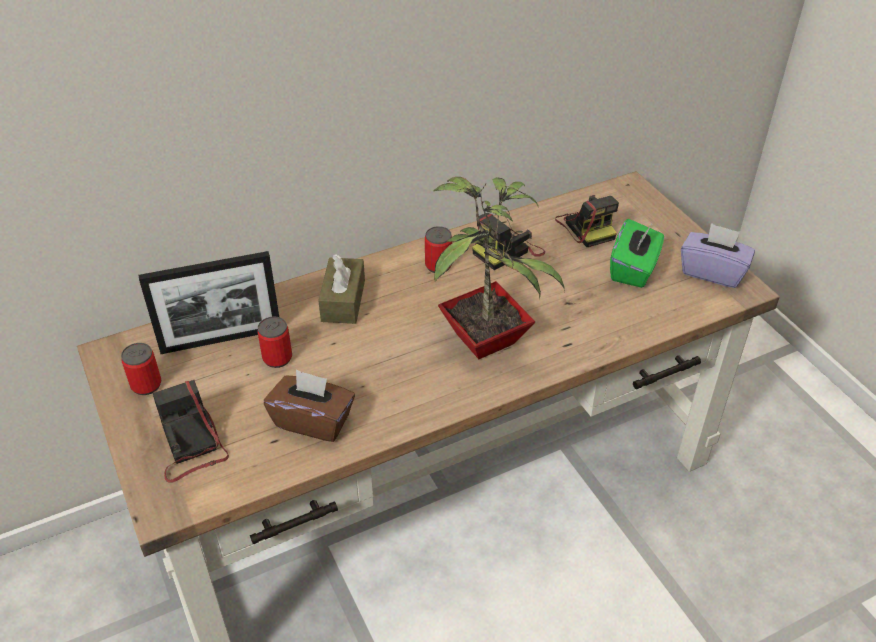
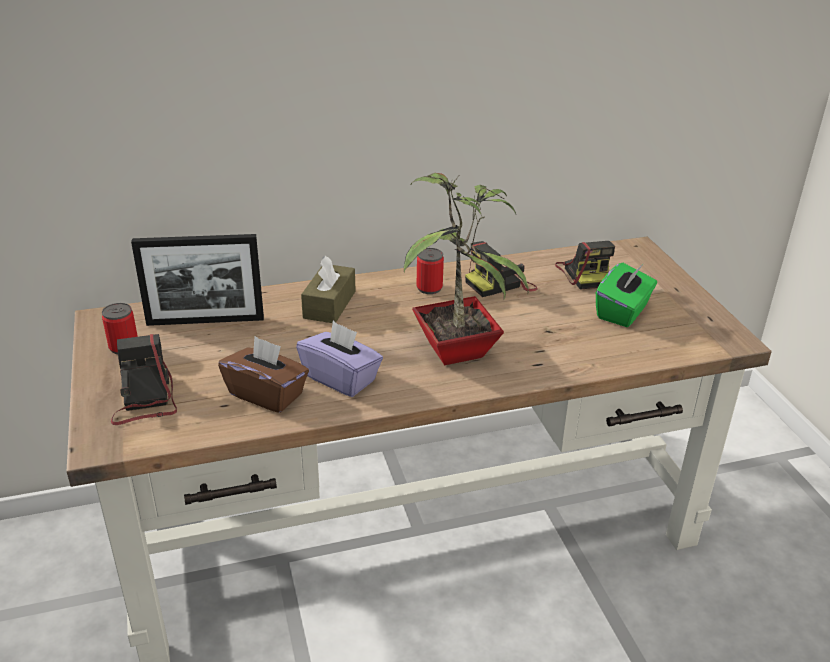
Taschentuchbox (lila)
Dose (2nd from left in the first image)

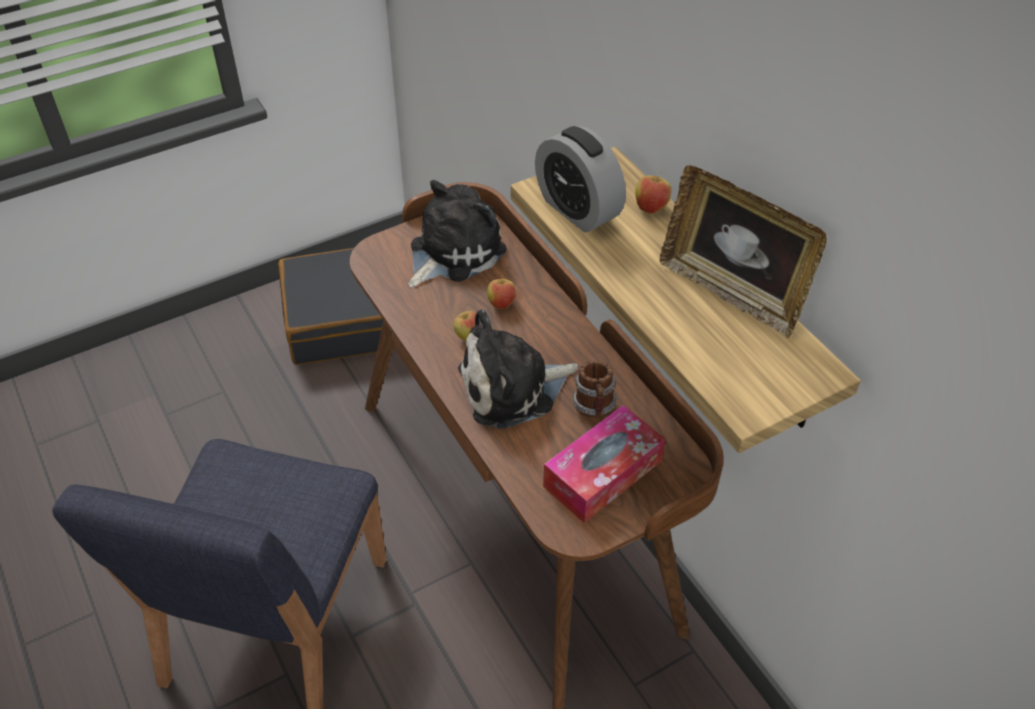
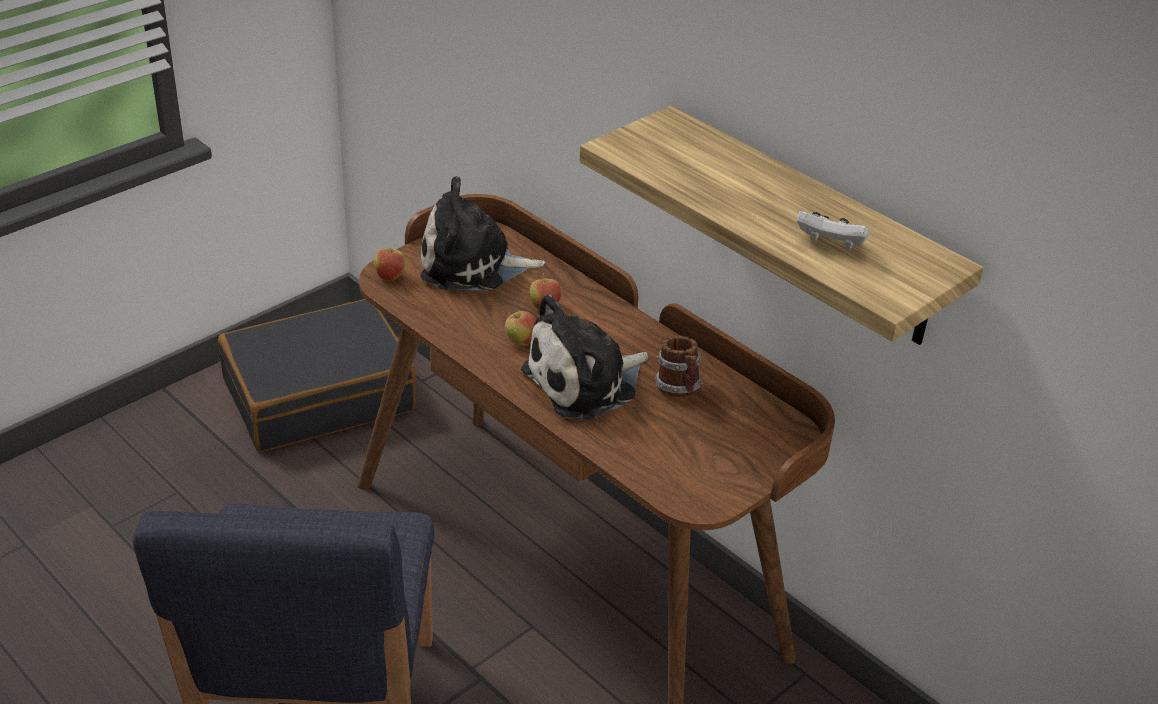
Wecker
Bilderrahmen
Apfel (1st from left)
Plüschtier (1st from left)
Taschentuchbox
Gamepad (weiß)

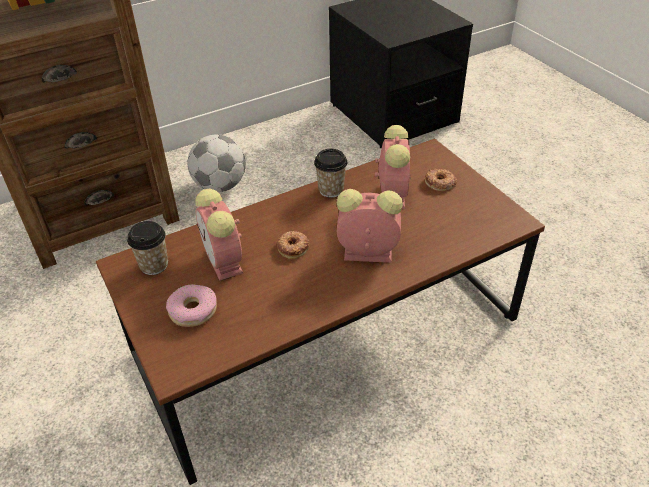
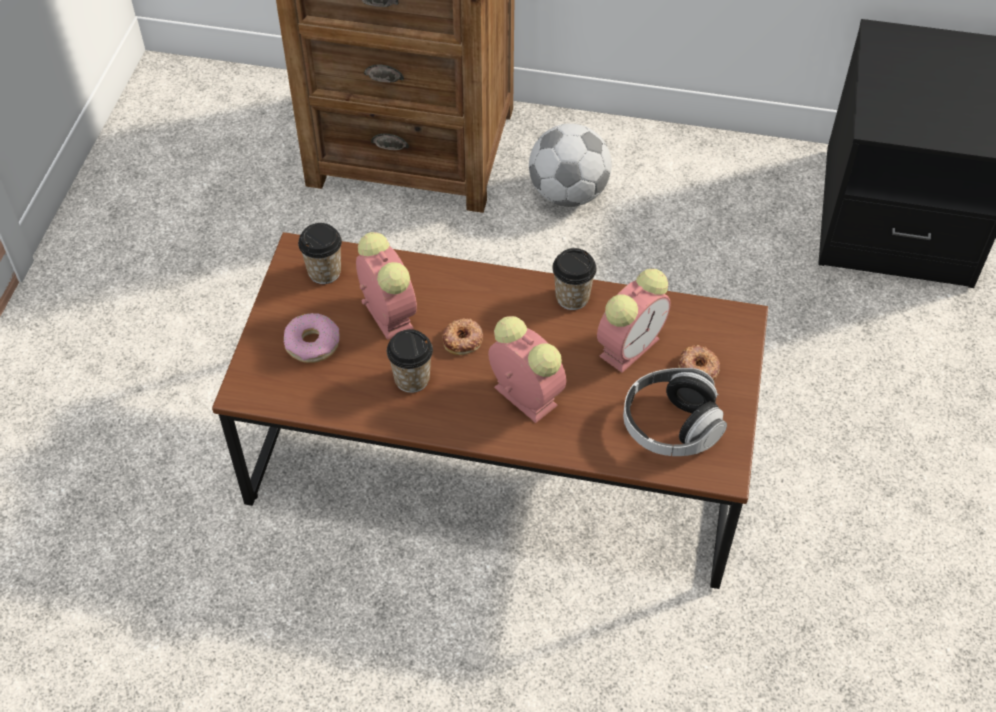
Wecker (1st from left)
Tasse (2nd from left)
Kopfhörer

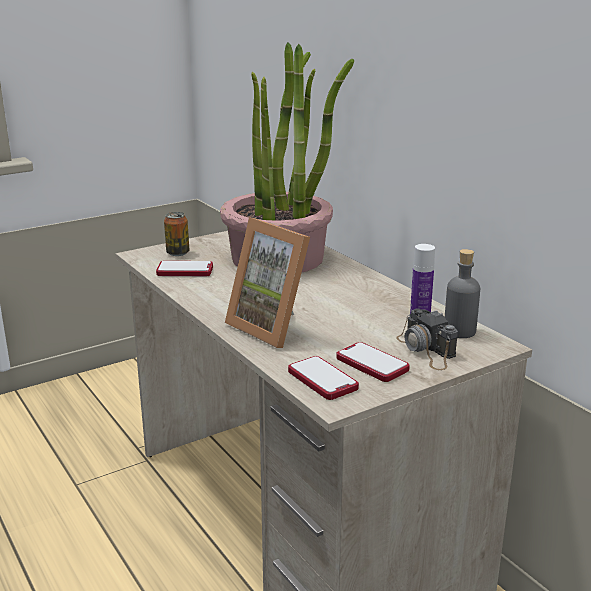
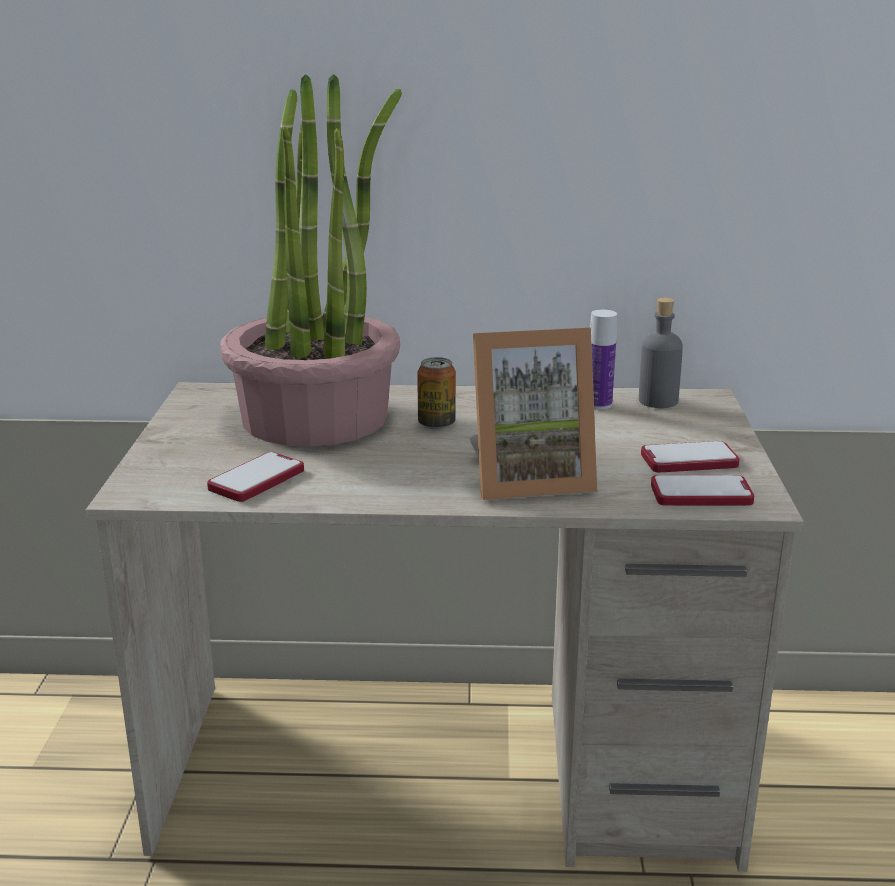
Dose
Kamera

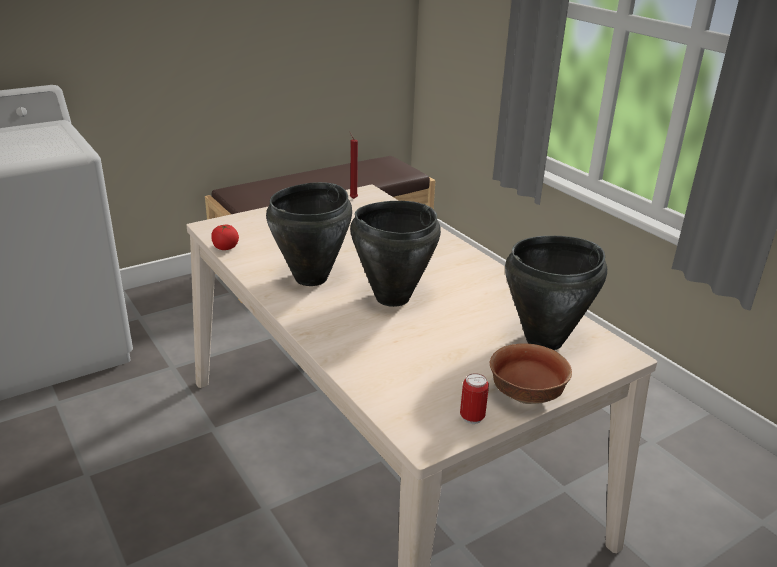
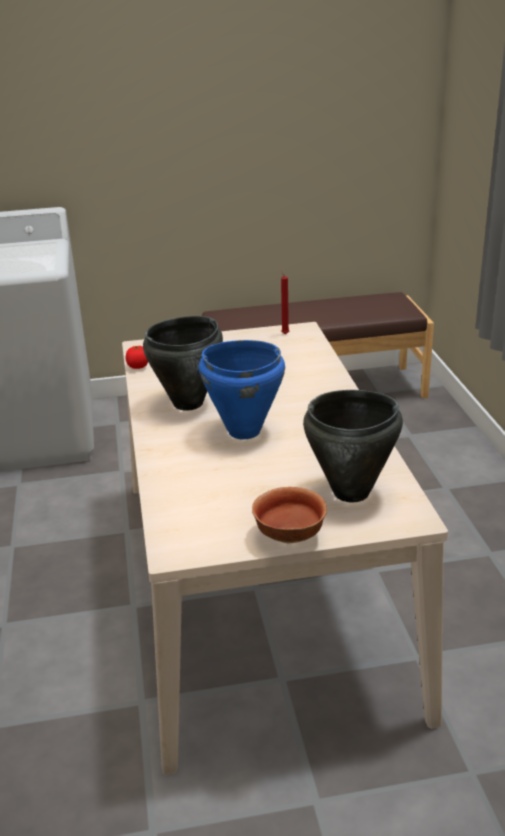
Kochtopf (blau)
Dose

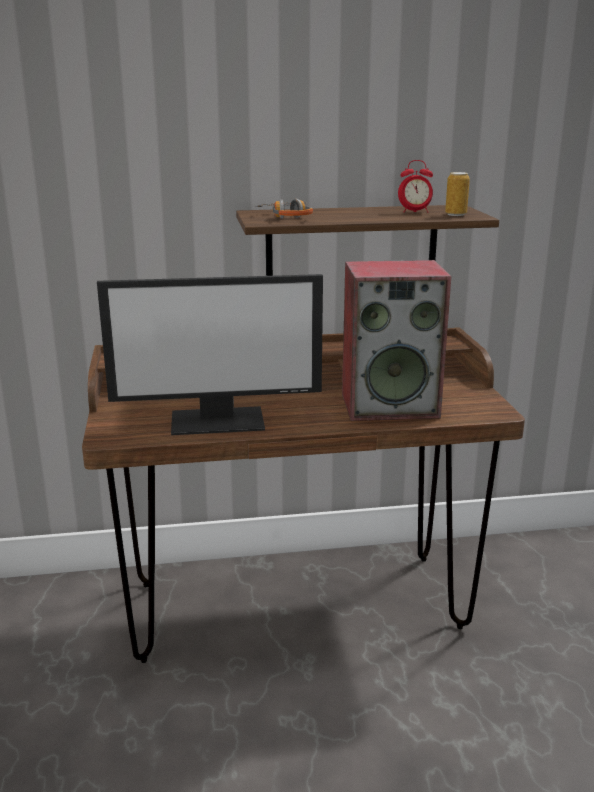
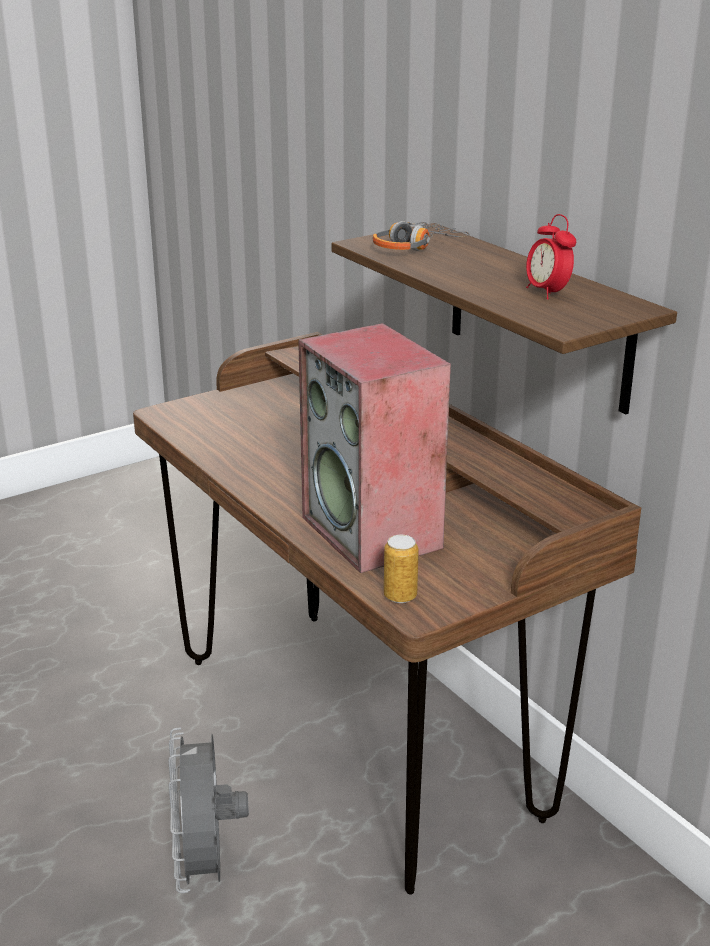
Dose
Monitor
Ventilator (grau)

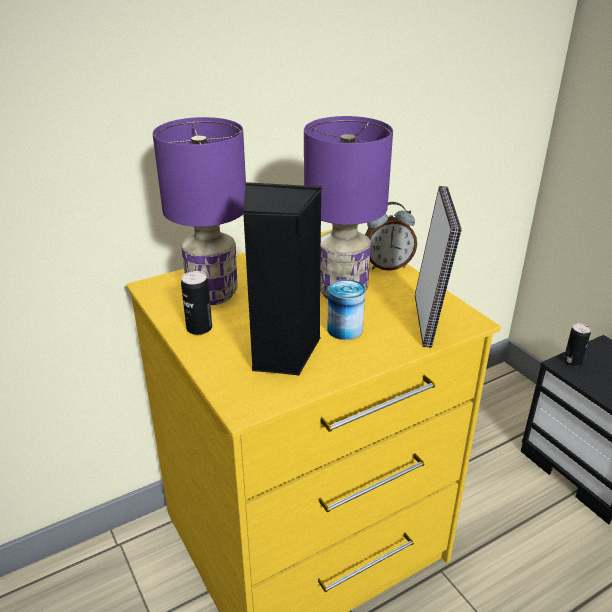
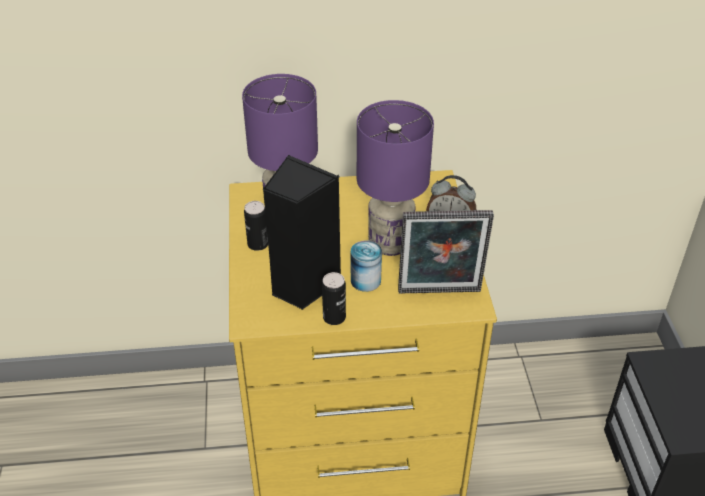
Bilderrahmen
Dose (2nd from left)

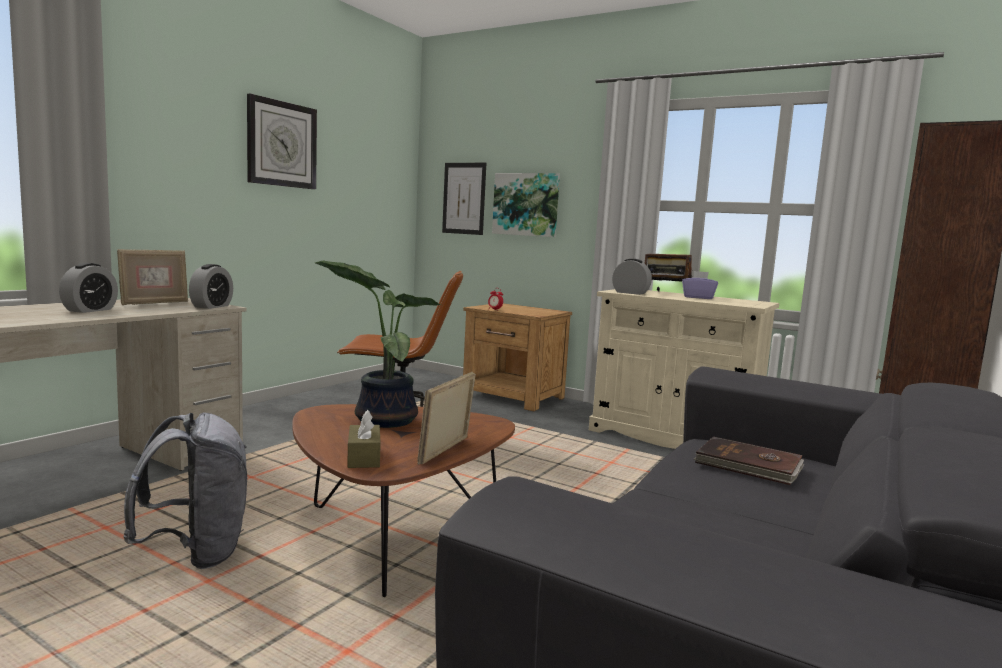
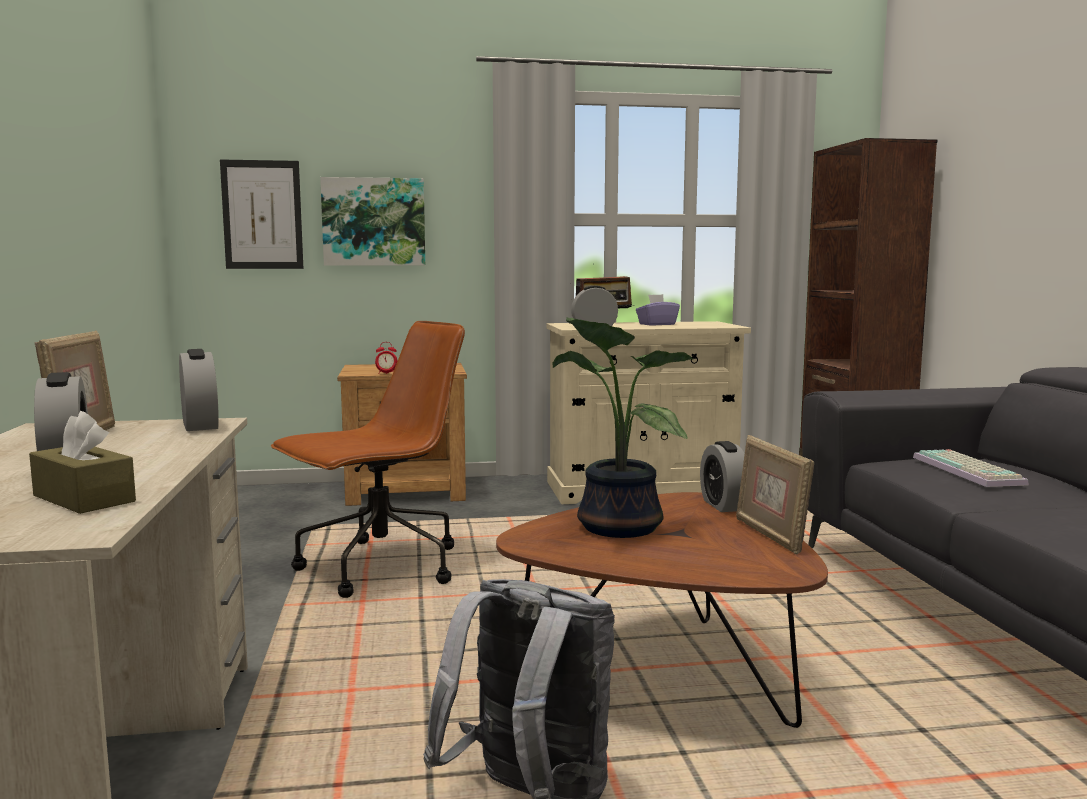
Wanduhr
Taschentuchbox (braun)
Tastatur
Wecker (5th from left)

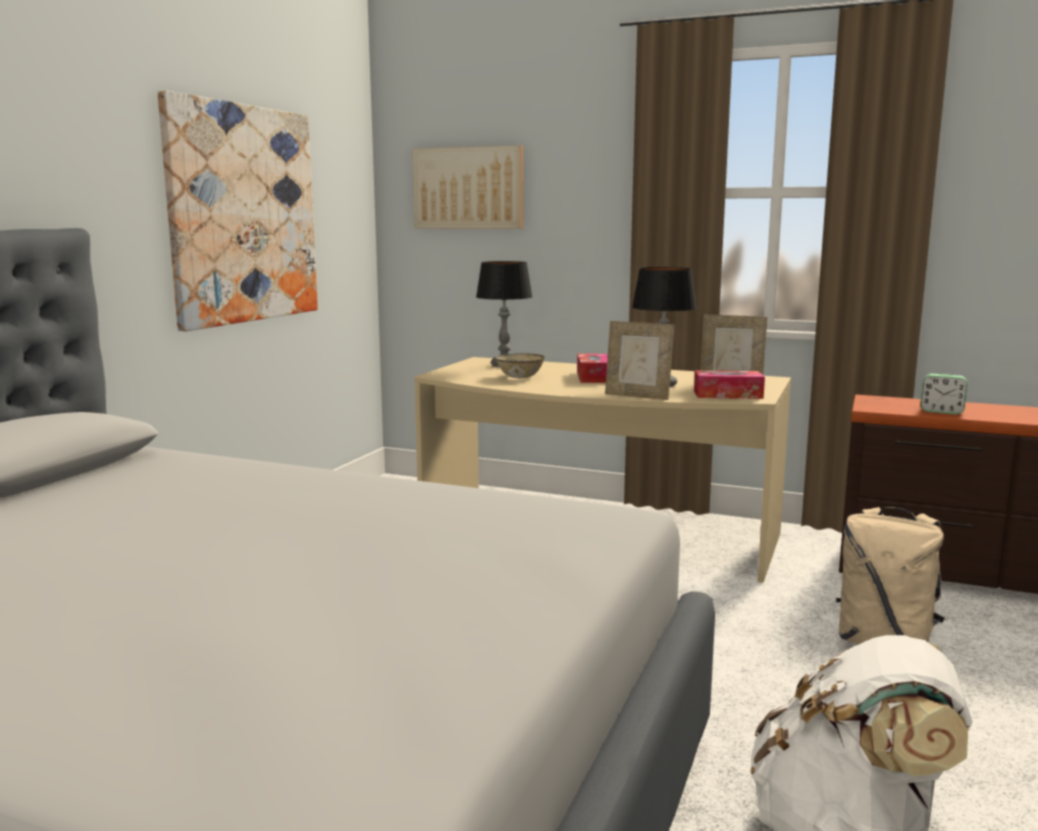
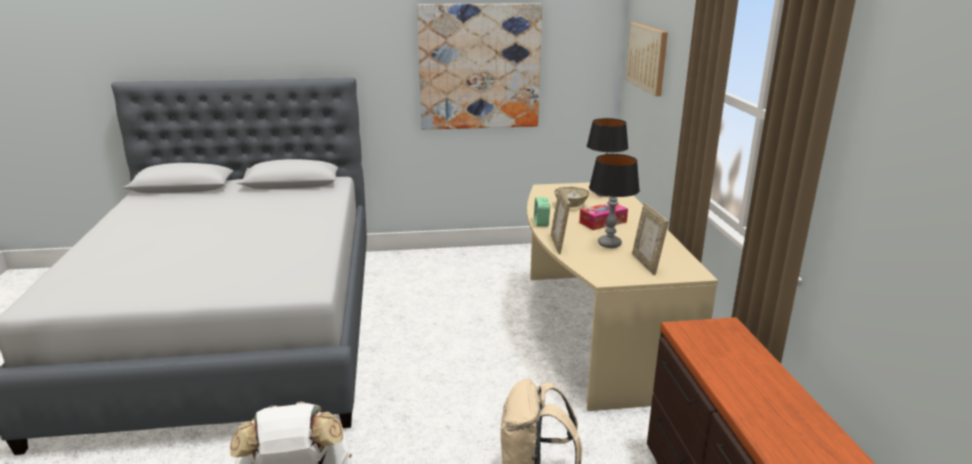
Taschentuchbox (2nd from left in the first image)
Wecker

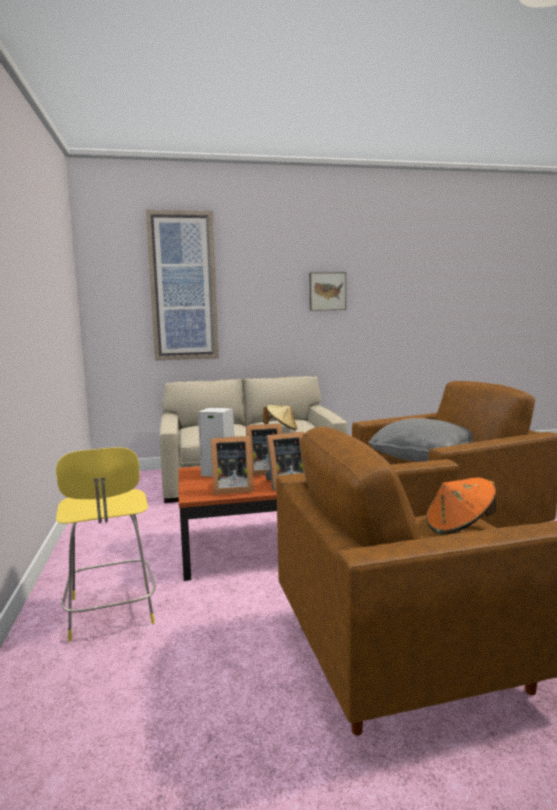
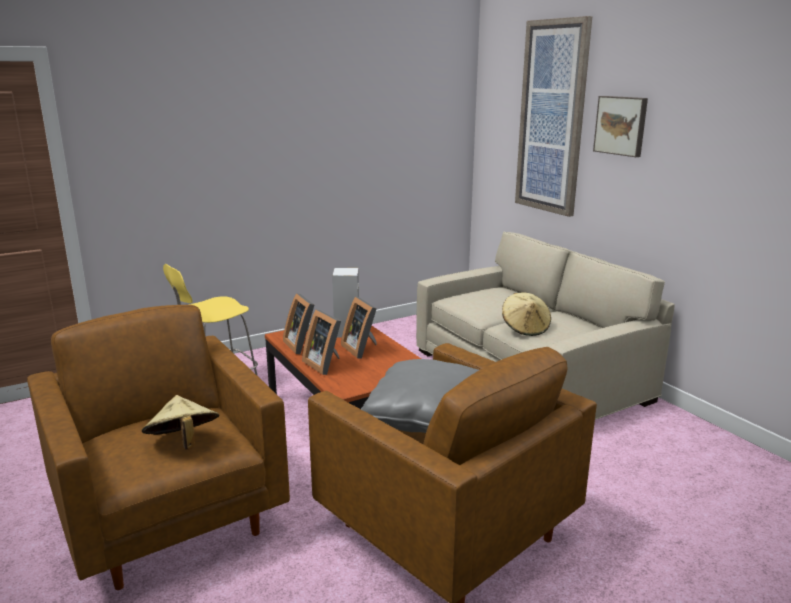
Bild (2nd from left)
Hut (beige) (1st from left)

